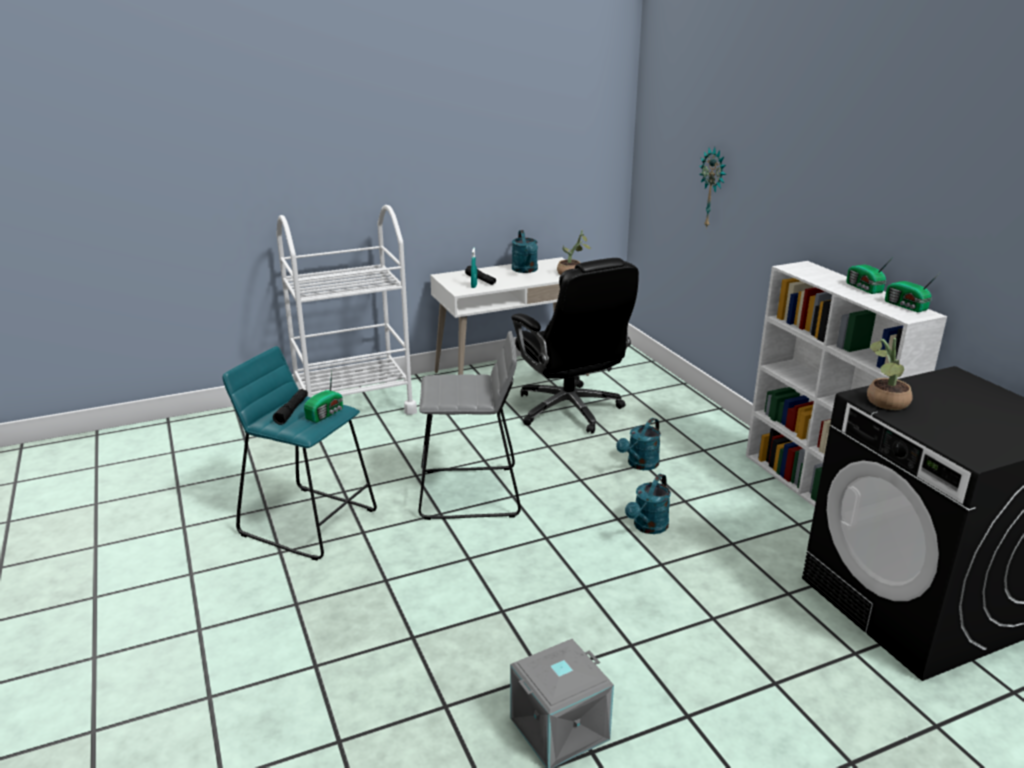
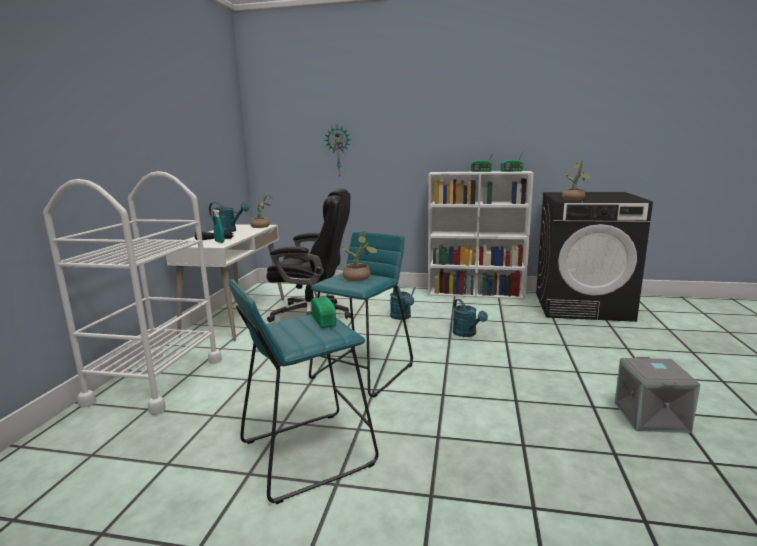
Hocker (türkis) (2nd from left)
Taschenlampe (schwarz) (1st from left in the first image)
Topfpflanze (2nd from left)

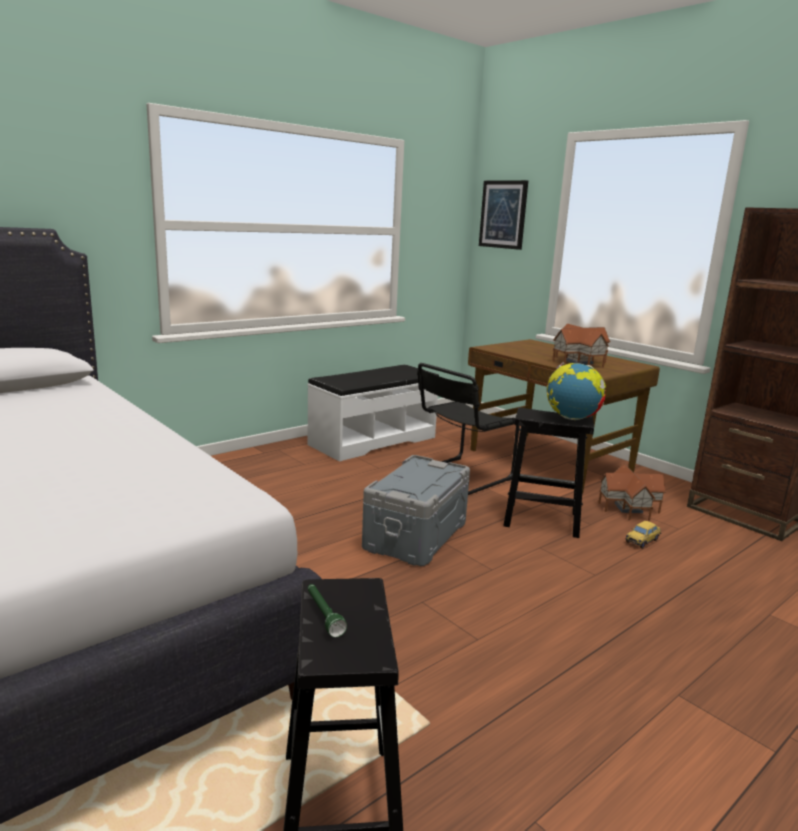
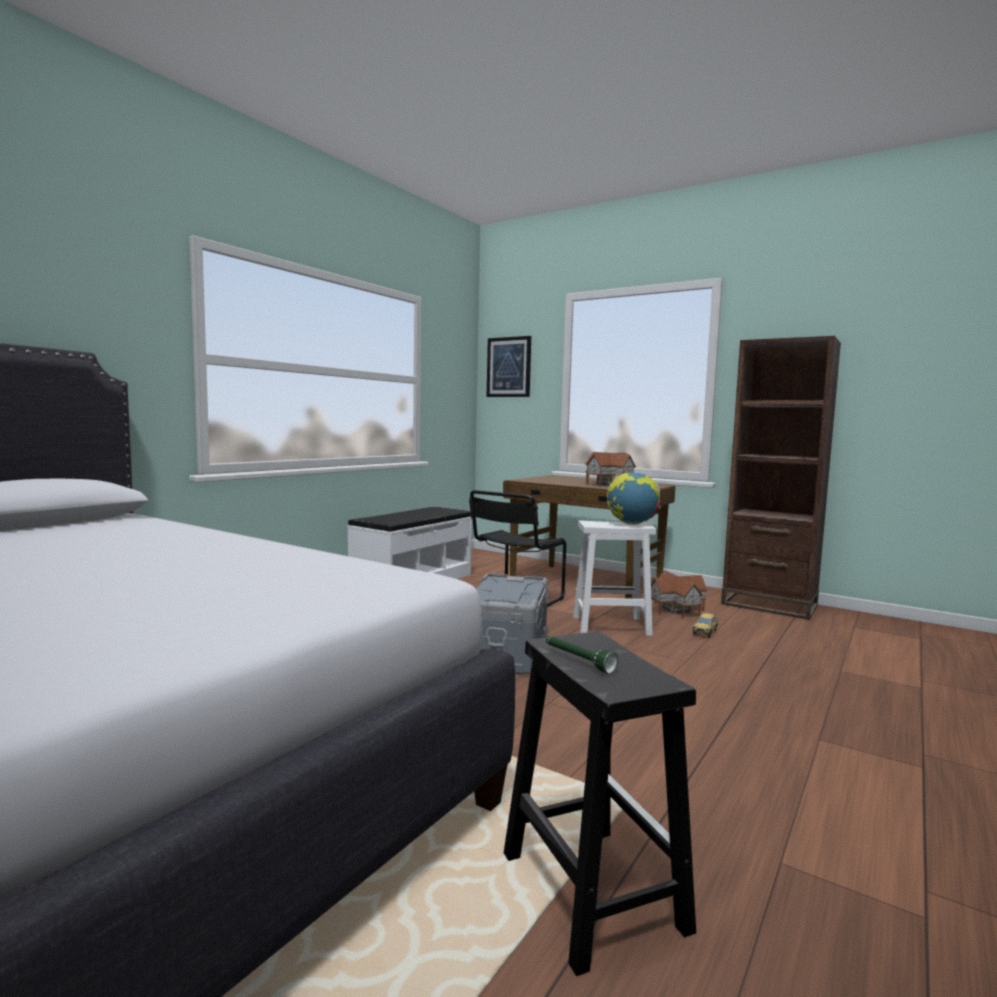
Hocker (weiß)

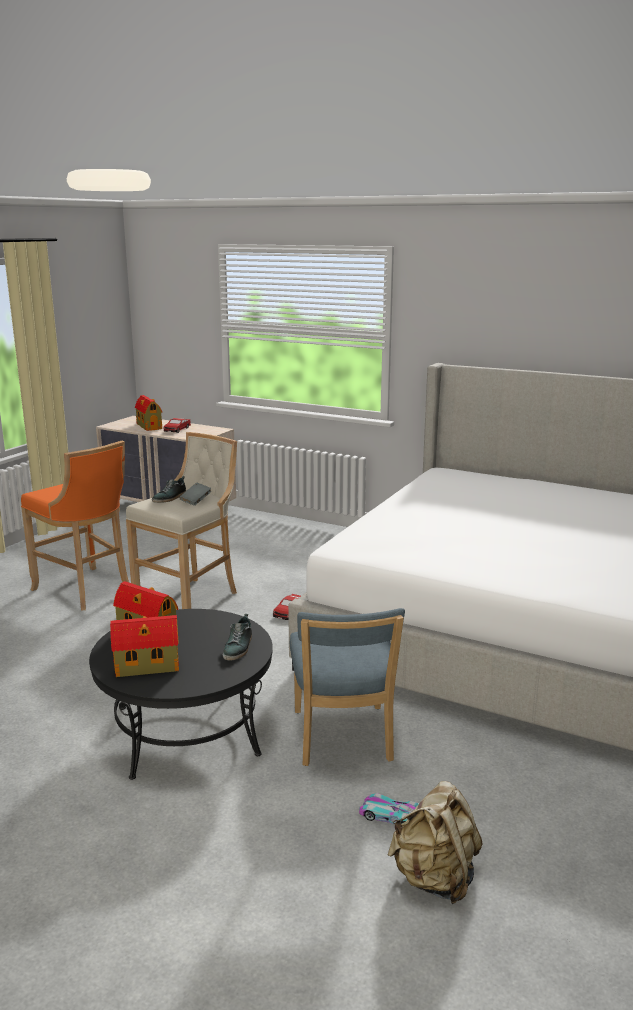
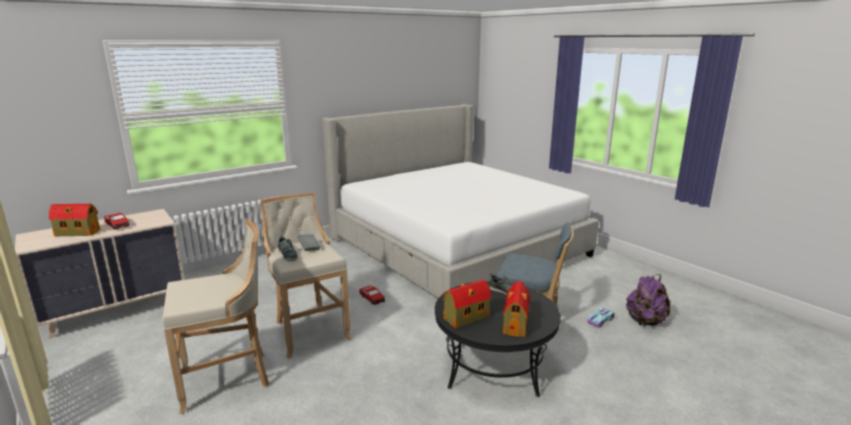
Hocker (beige) (1st from left)
Rucksack (lila)

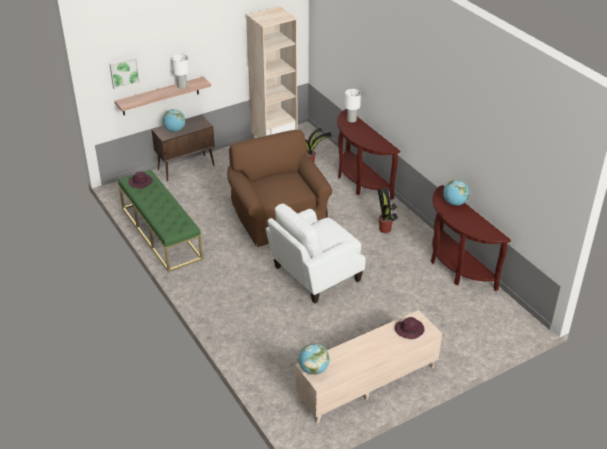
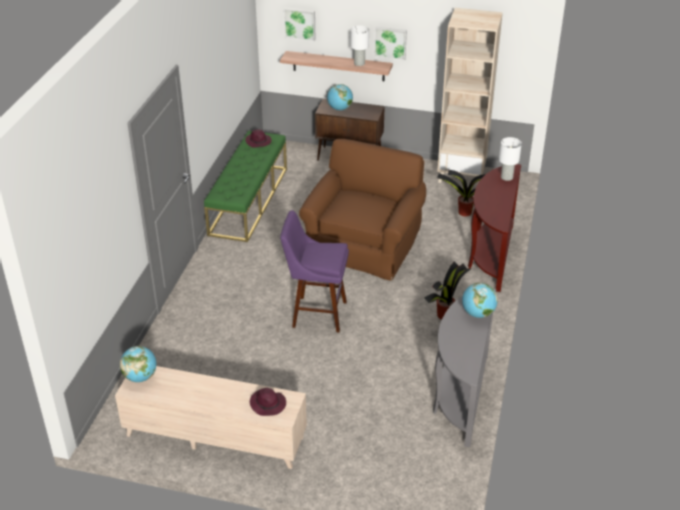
Konsolentisch (grau)
Hocker (lila)
Bild (2nd from left)

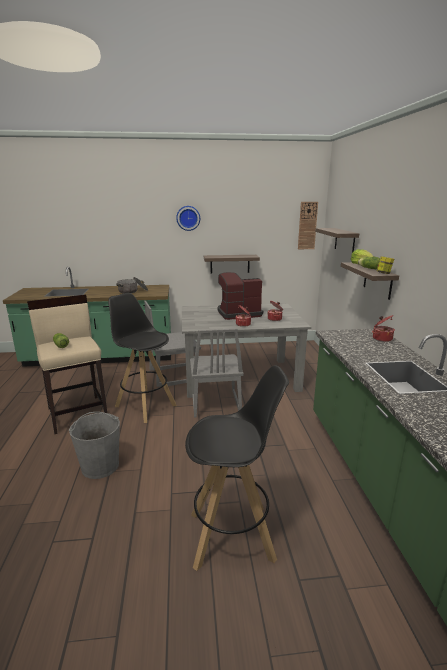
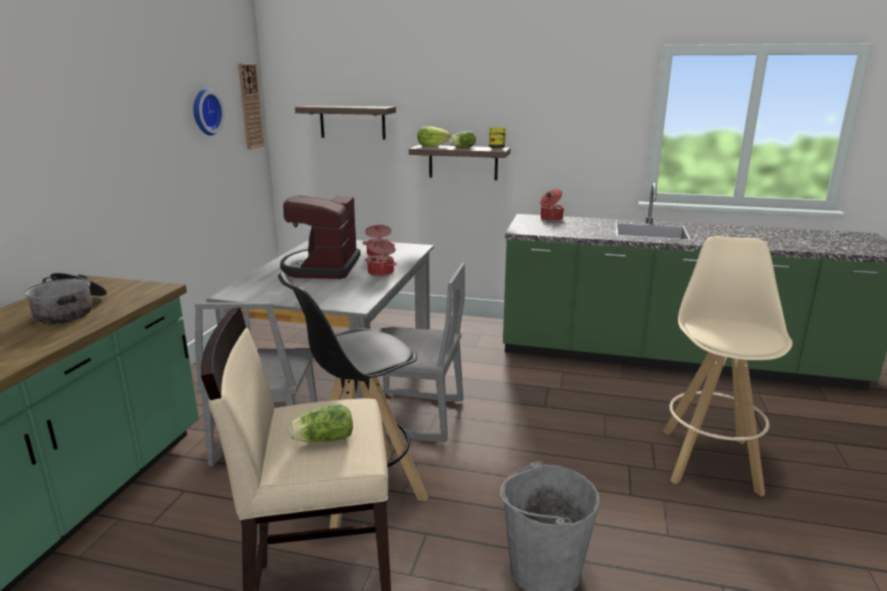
Wanduhr (1st from left)
Wandregal (1st from left in the first image)
Hocker (beige) (2nd from left)

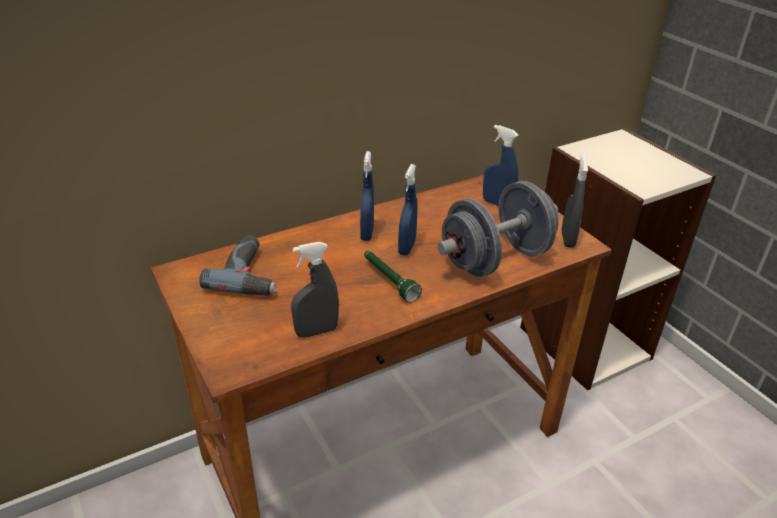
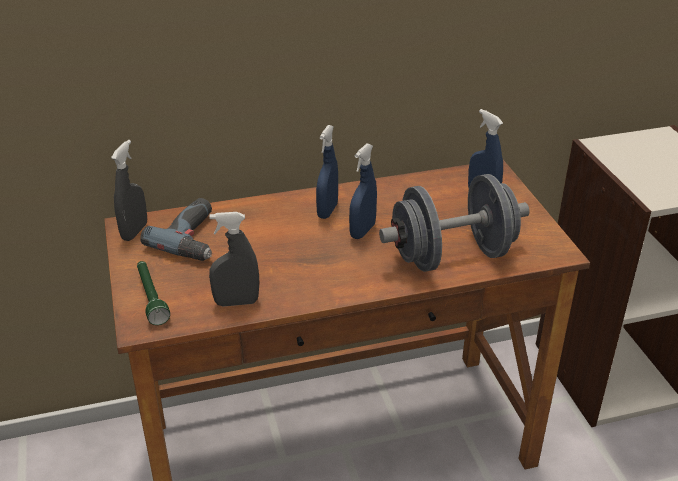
Sprühflasche (grau) (1st from left)
Taschenlampe (grün)

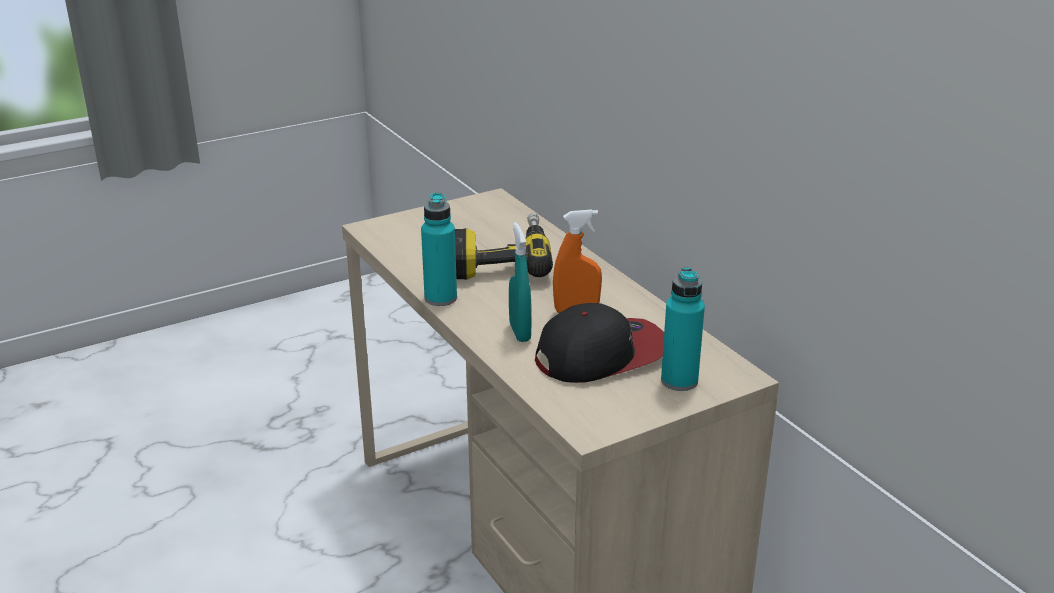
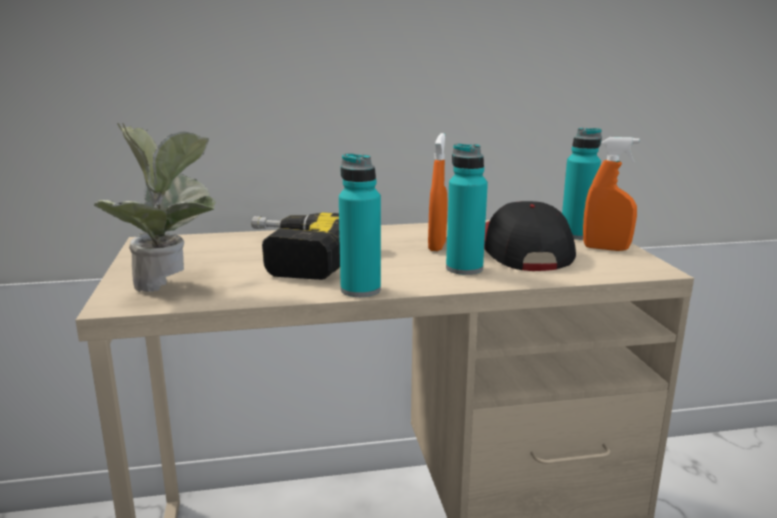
Flasche (türkis) (2nd from left)
Topfpflanze
Sprühflasche (orange) (2nd from left)

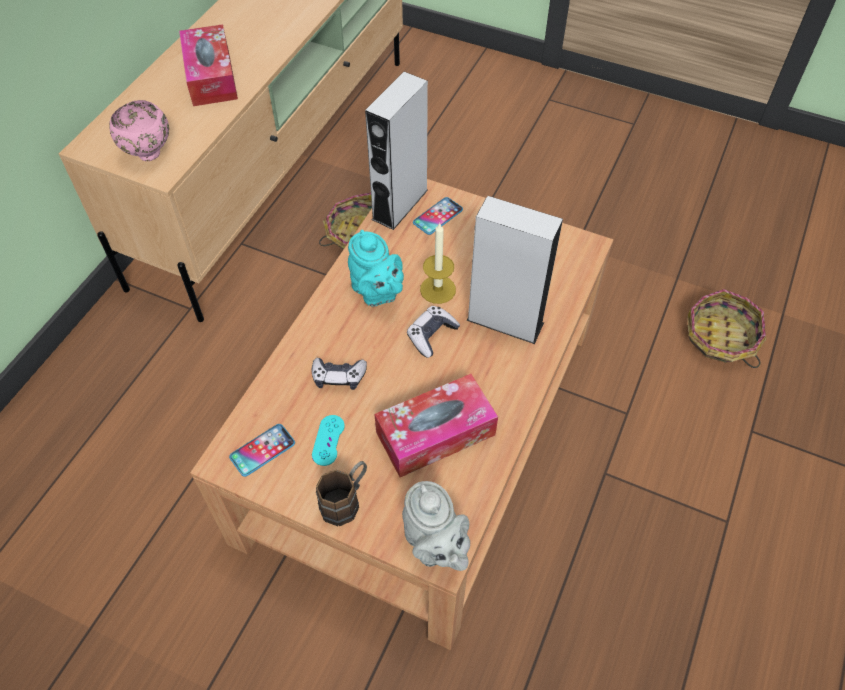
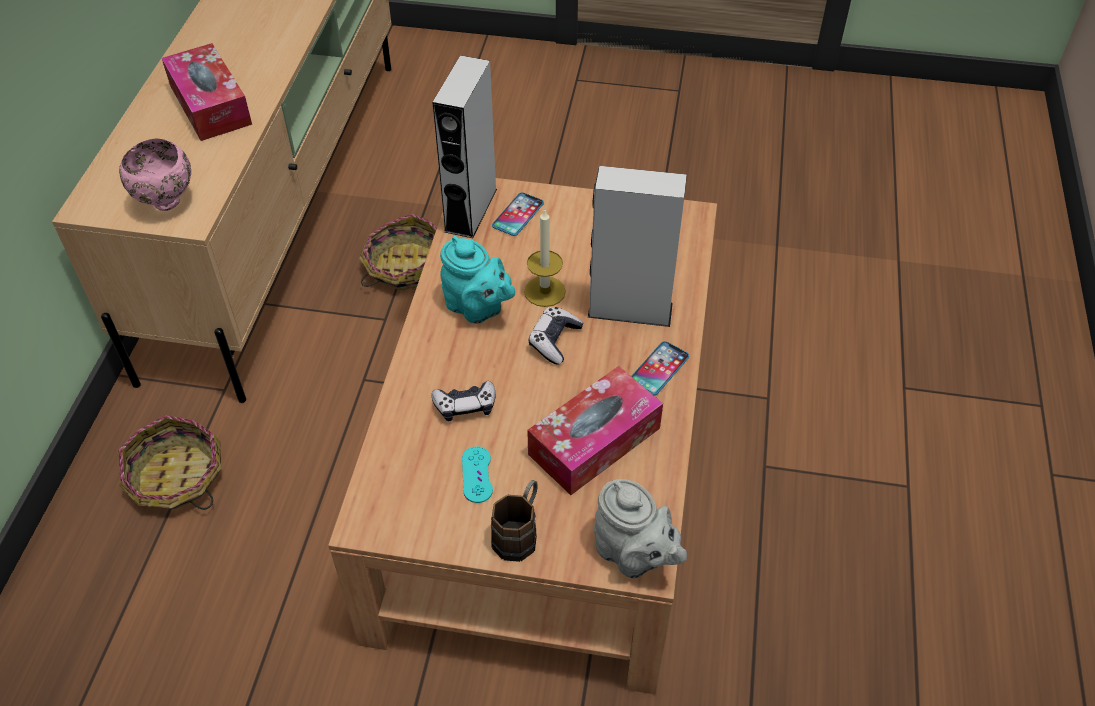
Korb (1st from left)
Handy (2nd from left)

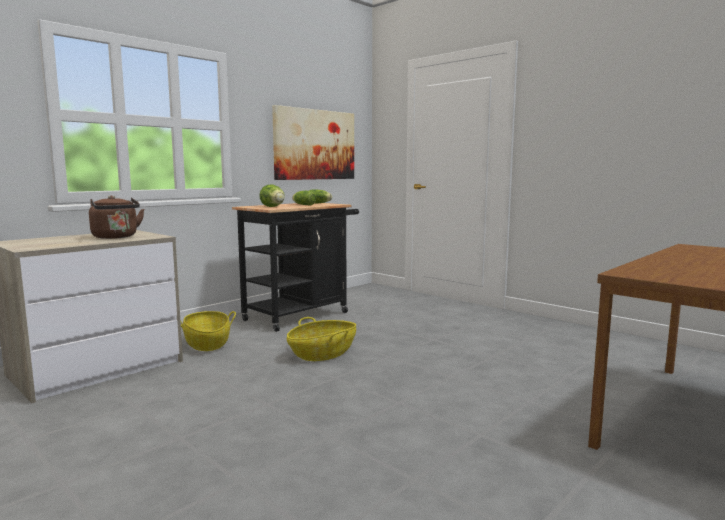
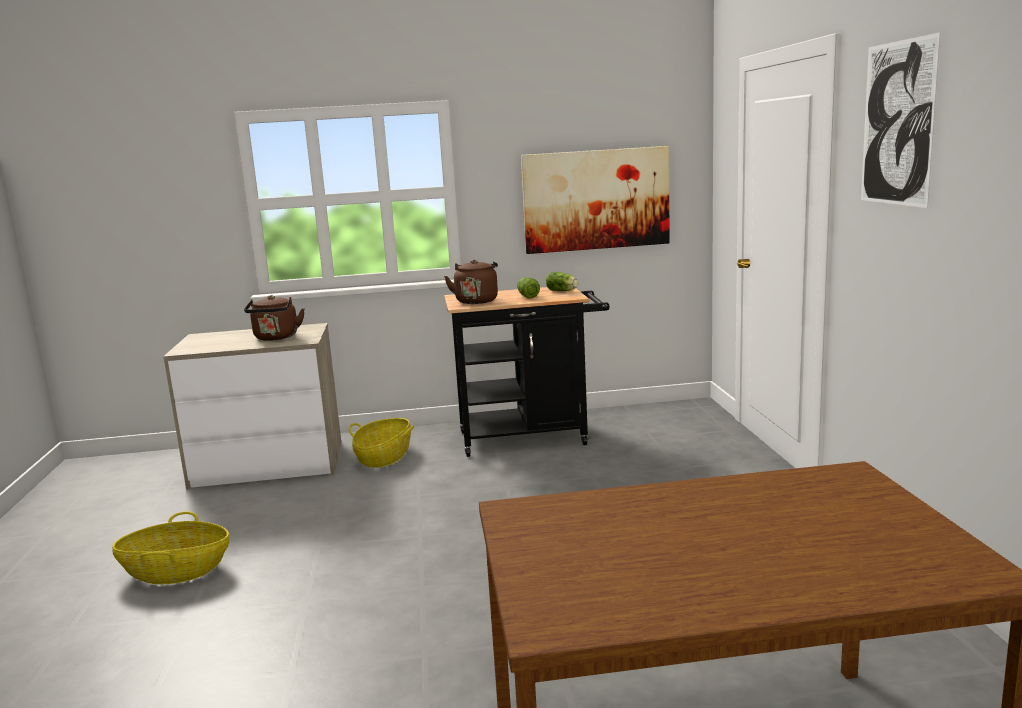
Wasserkessel (braun) (2nd from left)
Korb (1st from left)
Bild (2nd from left)

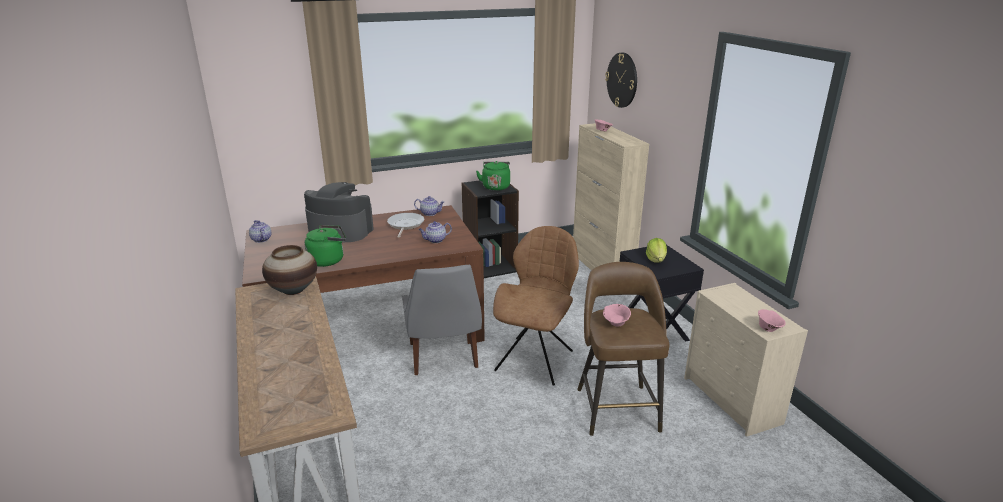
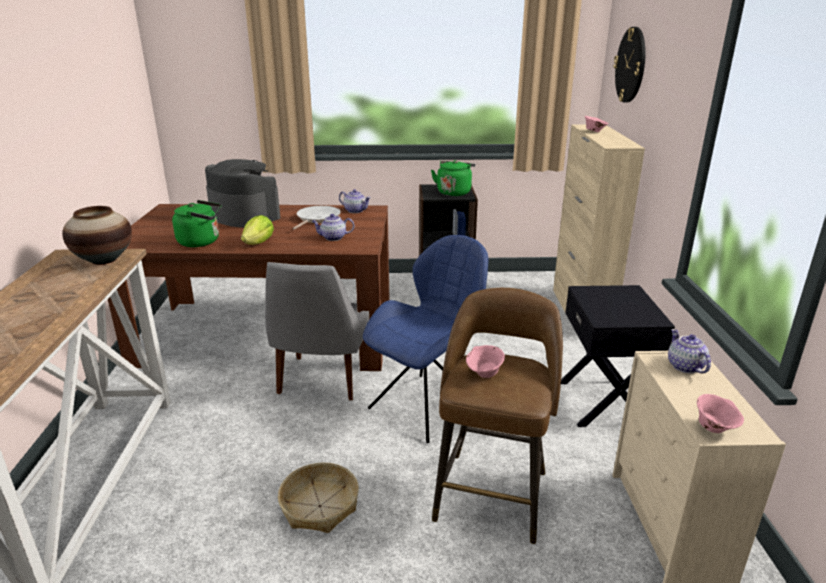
Teekanne (3rd from left)
Stuhl (blau)
Salatkopf
Korb

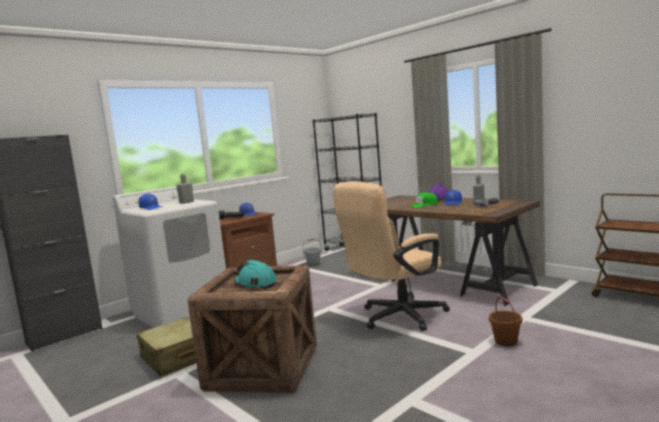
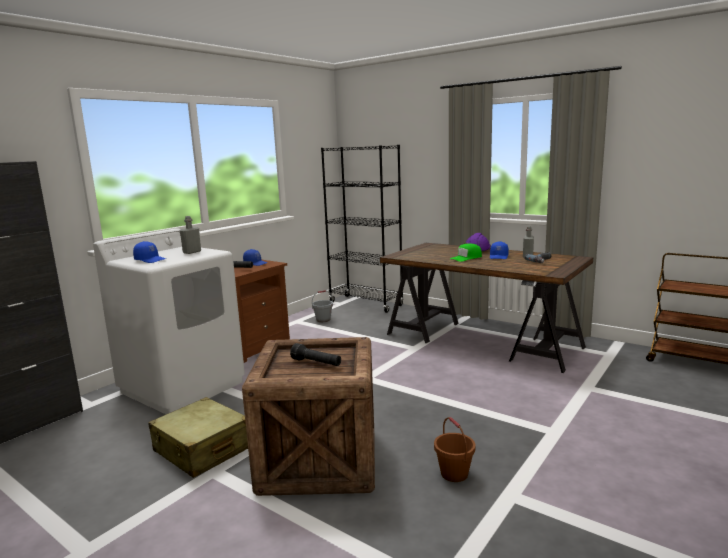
Bürostuhl (beige)
Taschenlampe (schwarz) (2nd from left)
Eimer (braun)

